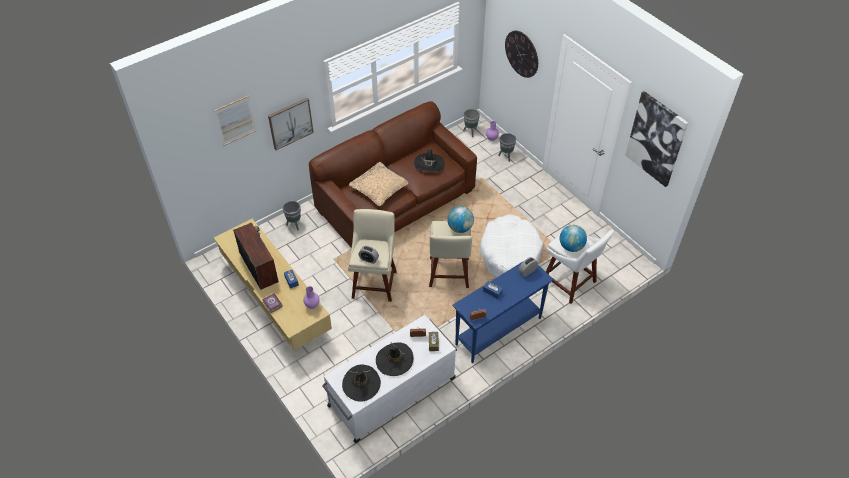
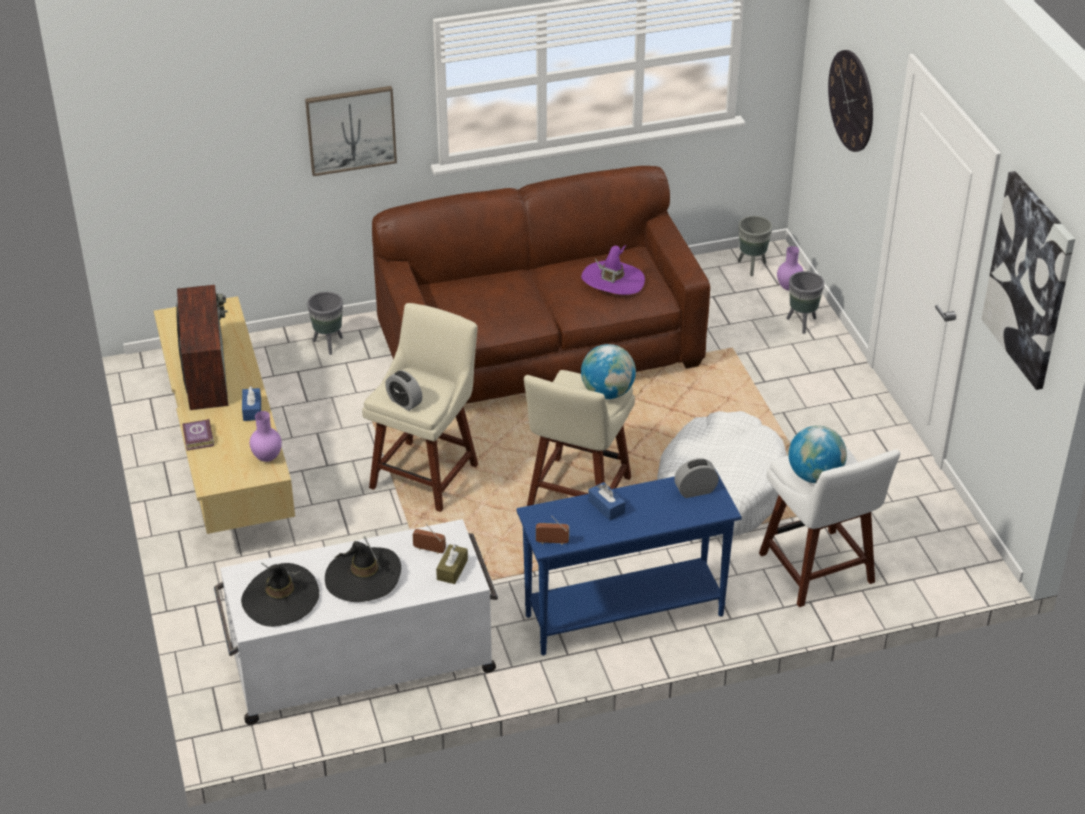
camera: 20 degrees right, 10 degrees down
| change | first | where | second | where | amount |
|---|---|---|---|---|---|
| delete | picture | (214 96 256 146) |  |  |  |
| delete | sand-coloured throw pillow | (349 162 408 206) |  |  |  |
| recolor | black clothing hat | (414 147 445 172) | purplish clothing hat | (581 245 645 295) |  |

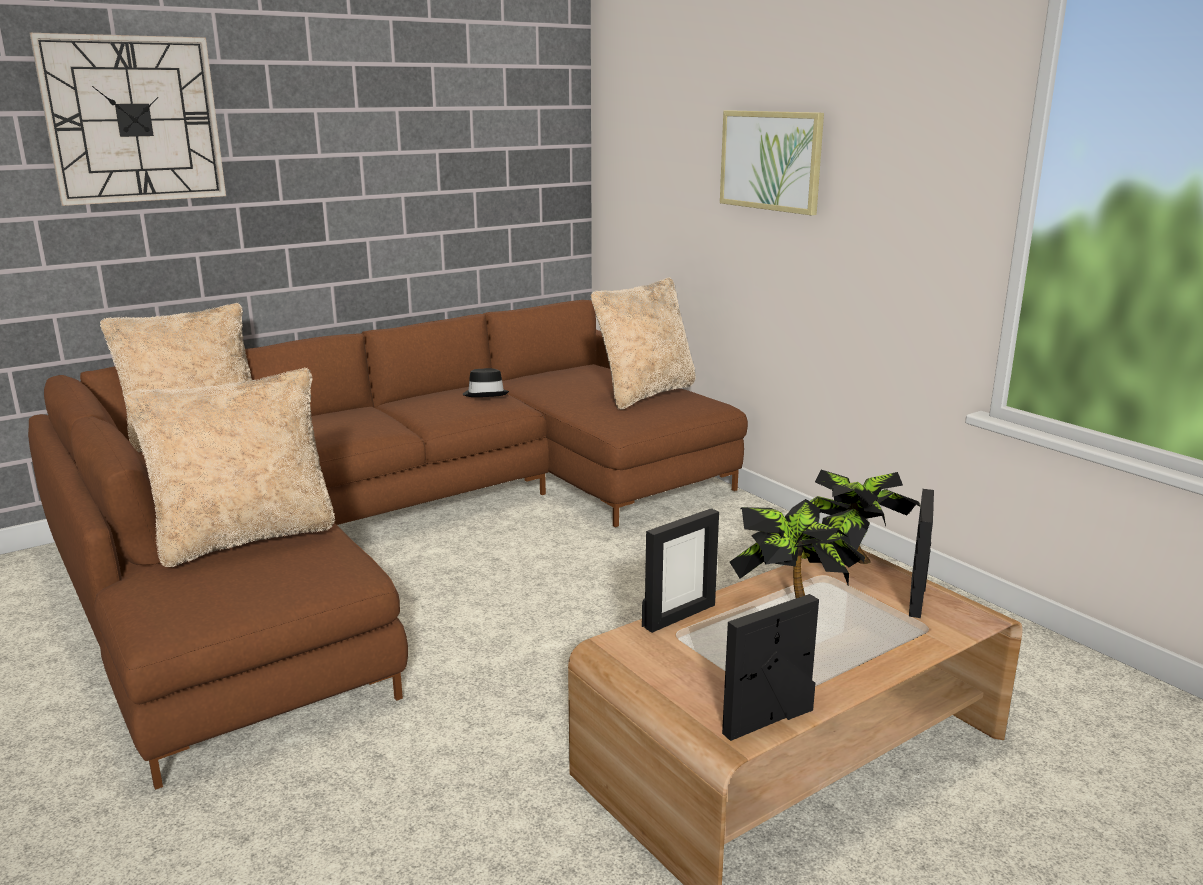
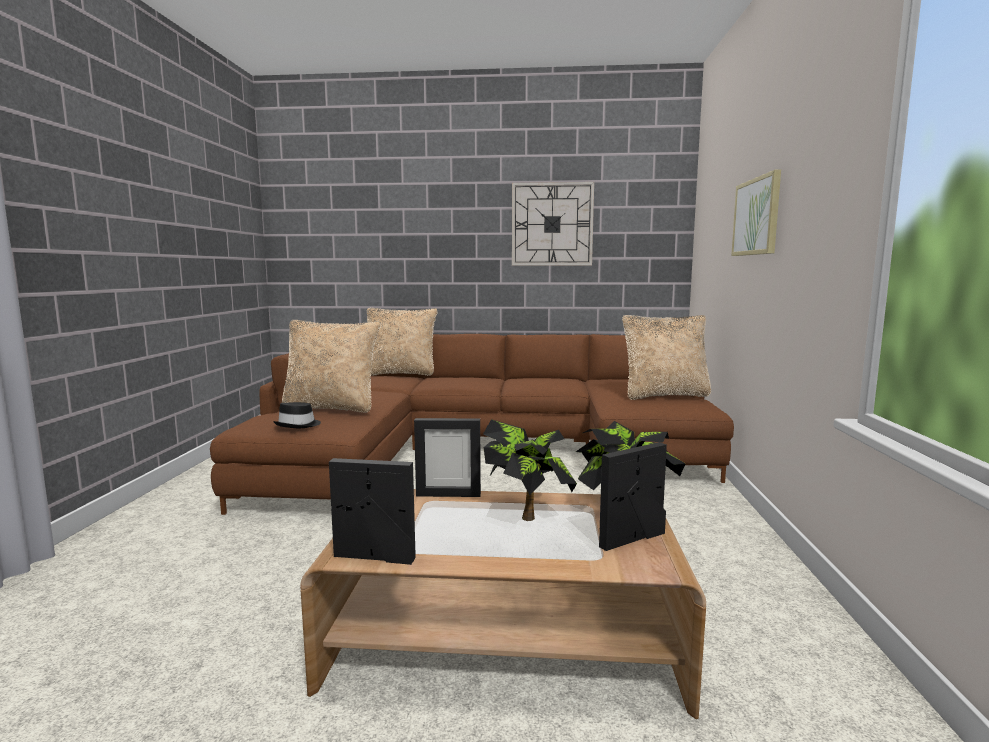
camera: 40 degrees right, 10 degrees down
| change | first | where | second | where | amount |
|---|---|---|---|---|---|
| move | wall clock | (29 33 226 206) |  | (512 182 594 266) |  |
| move | black clothing hat | (462 368 509 397) |  | (273 402 321 428) |  |

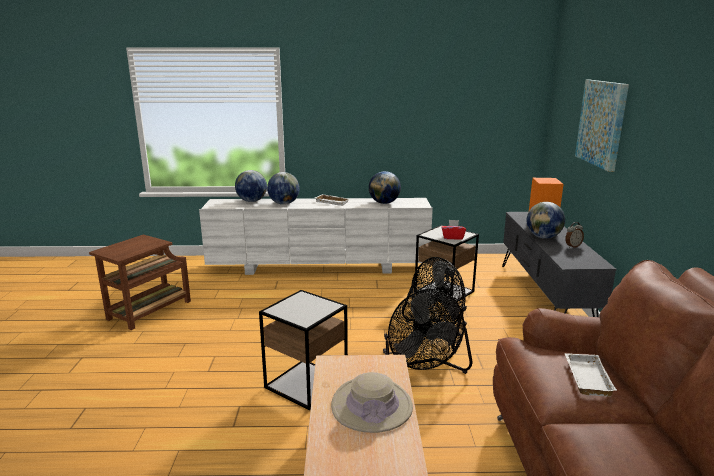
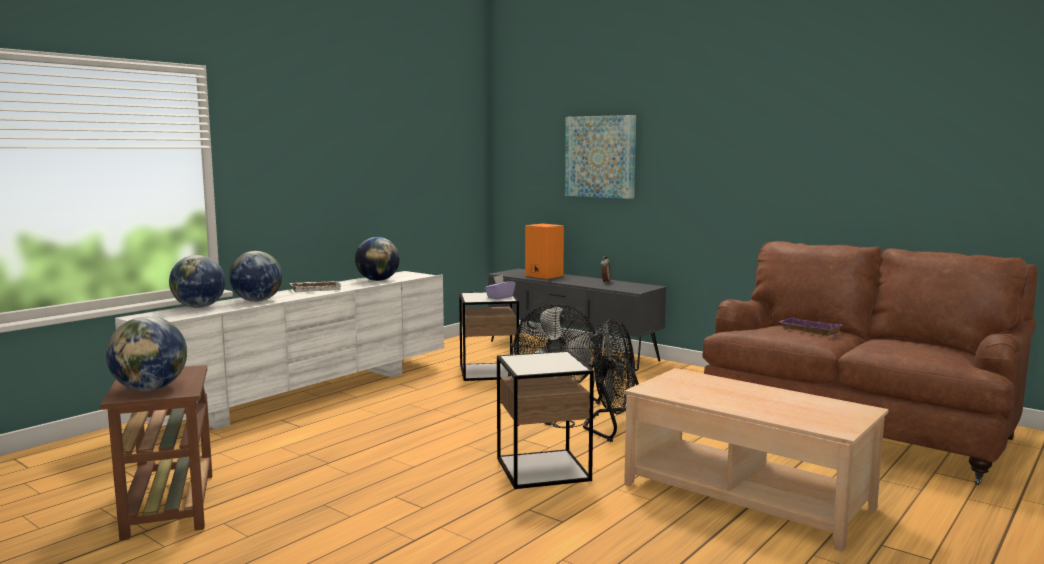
camera: 50 degrees left, 10 degrees down
| change | first | where | second | where | amount |
|---|---|---|---|---|---|
| delete | sand-coloured clothing hat | (331 372 413 433) |  |  |  |
| recolor | reddish tissue box | (442 220 466 240) | purplish tissue box | (485 275 516 299) |  |
| move | globe | (526 202 565 239) |  | (106 316 187 391) |  |
| recolor | white carrying tray | (565 353 617 397) | purplish carrying tray | (779 317 843 336) |  |

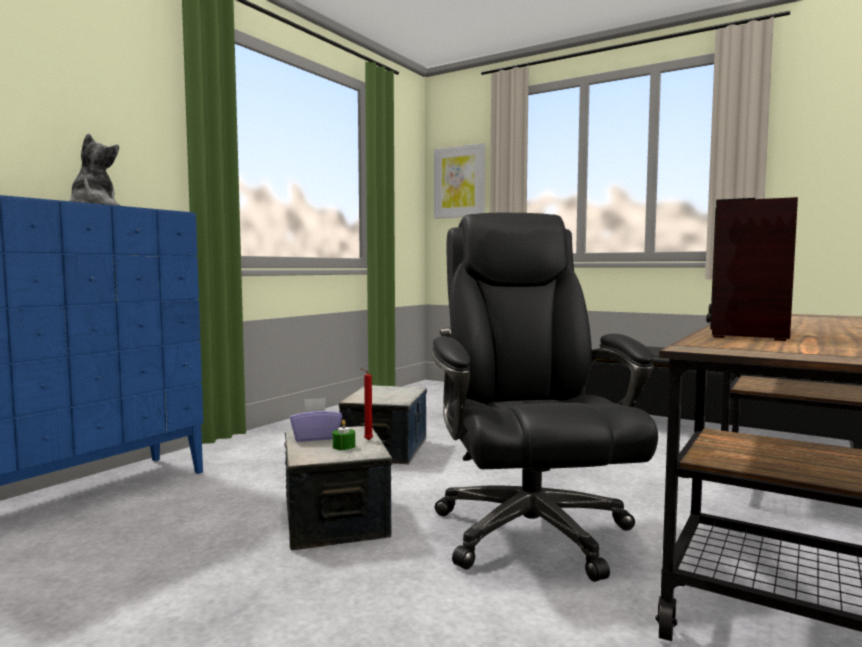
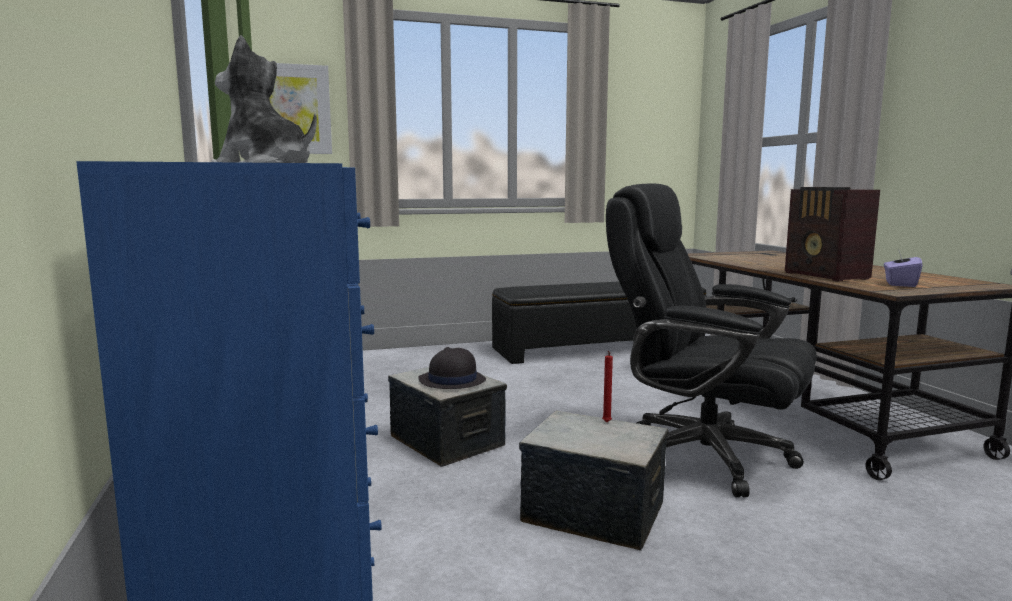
camera: 50 degrees left, 5 degrees up
| change | first | where | second | where | amount |
|---|---|---|---|---|---|
| move | purplish tissue box | (290 398 342 442) |  | (884 249 923 287) |  |
| delete | greenish candle | (332 420 355 450) |  |  |  |
| insert |  |  | black clothing hat | (418 347 486 389) |  |

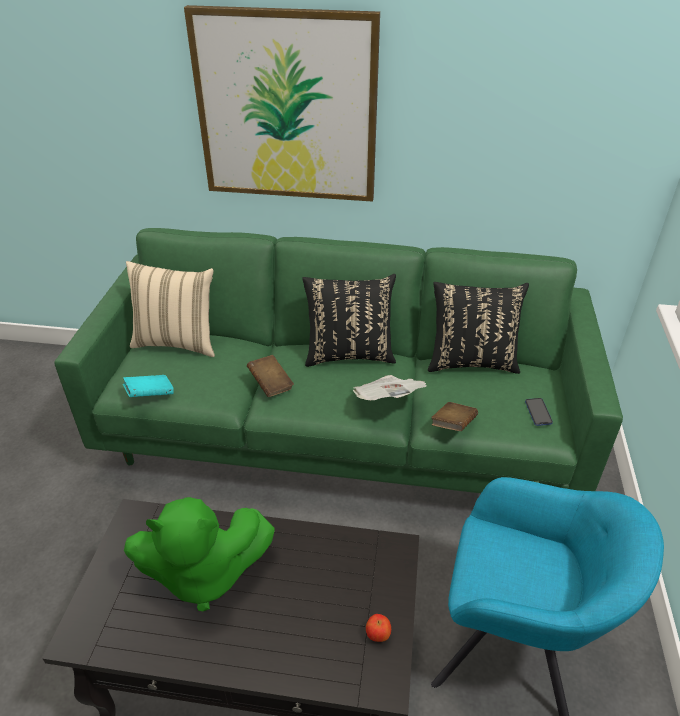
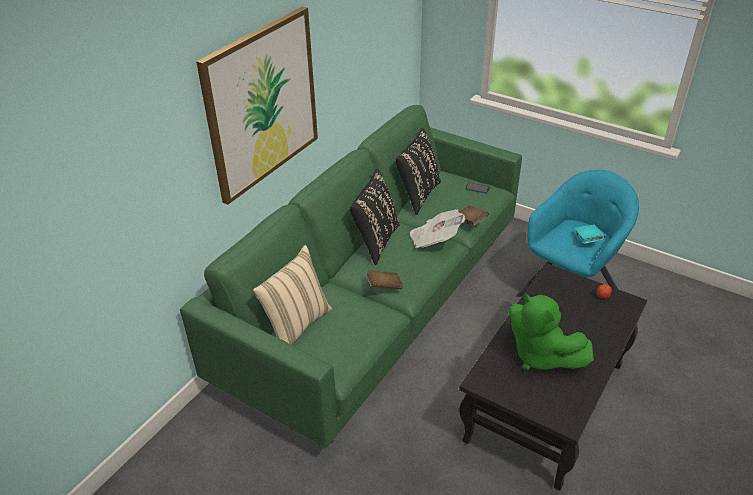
camera: 65 degrees left, 0 degrees up
| change | first | where | second | where | amount |
|---|---|---|---|---|---|
| move | turquoise-coloured volume | (123 375 174 397) |  | (575 225 605 244) |  |
| rotate | greenish cuddly toy | (124 497 275 611) |  | (509 293 594 370) | 120 degrees clockwise |

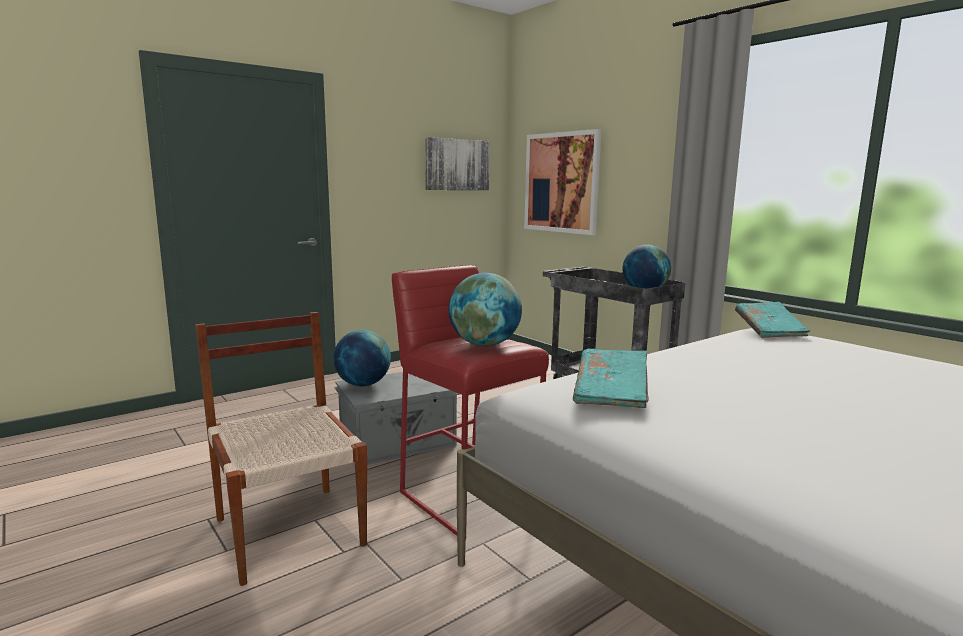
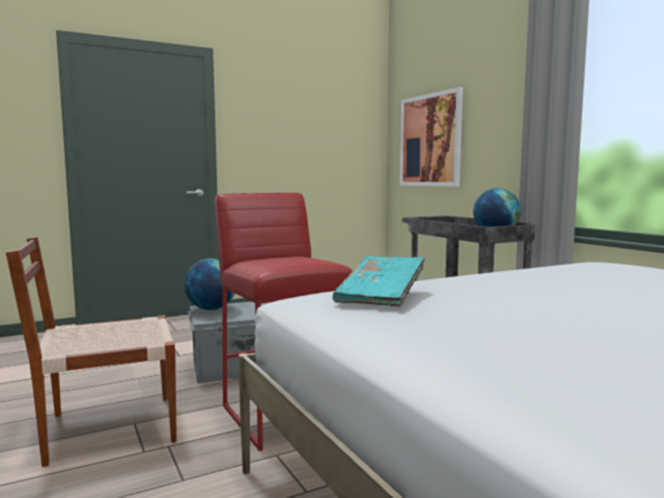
camera: 10 degrees right, 5 degrees down
| change | first | where | second | where | amount |
|---|---|---|---|---|---|
| rotate | upright chair | (195 312 367 586) |  | (6 237 177 467) | 90 degrees counterclockwise |
| delete | picture | (425 137 490 190) |  |  |  |
| delete | globe | (449 273 522 346) |  |  |  |
| delete | turquoise-coloured volume | (735 302 810 338) |  |  |  |

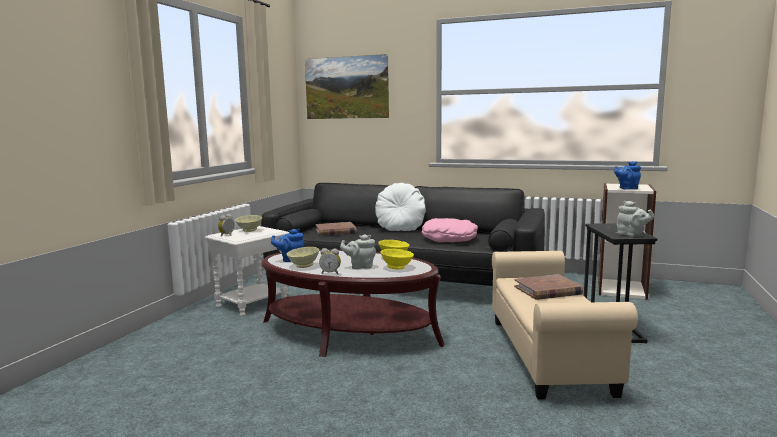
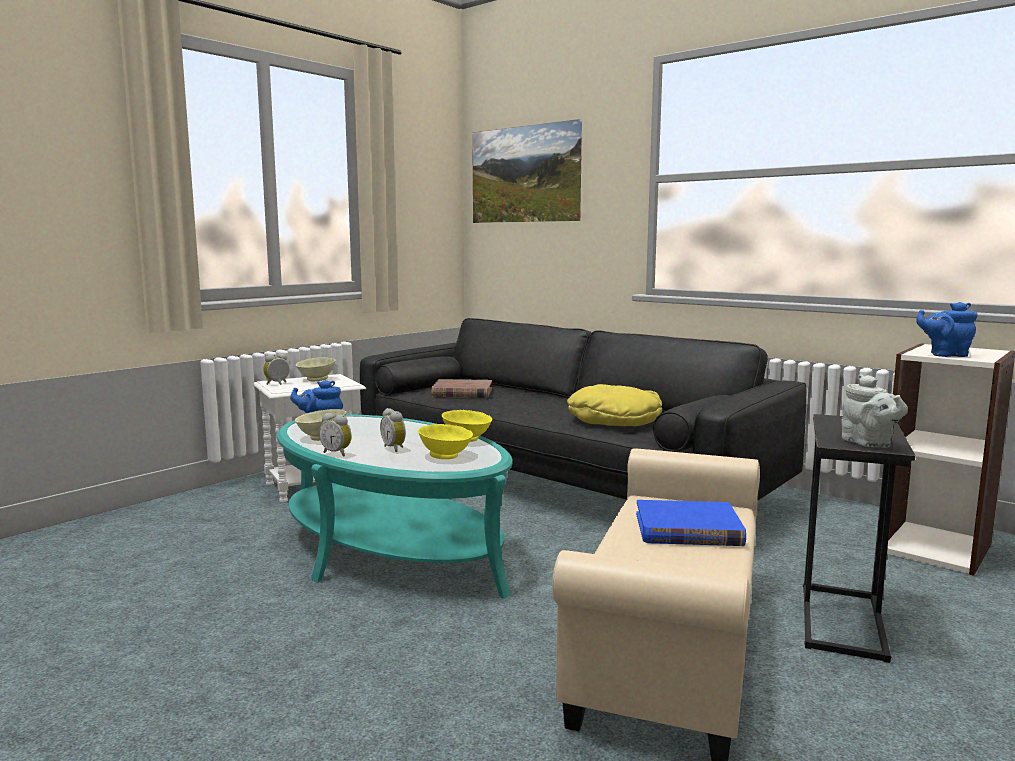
camera: 20 degrees right, 0 degrees up
| change | first | where | second | where | amount |
|---|---|---|---|---|---|
| recolor | brownish low table | (262 249 445 357) | turquoise-coloured low table | (277 414 512 599) |  |
| replace | grey teapot | (340 234 376 269) | bedside clock | (380 408 406 452) |  |
| delete | white throw pillow | (375 183 426 231) |  |  |  |
| recolor | pink throw pillow | (422 218 478 242) | yellow-coloured throw pillow | (567 384 662 426) |  |
| recolor | brownish volume | (514 274 584 300) | blue volume | (636 500 746 546) |  |

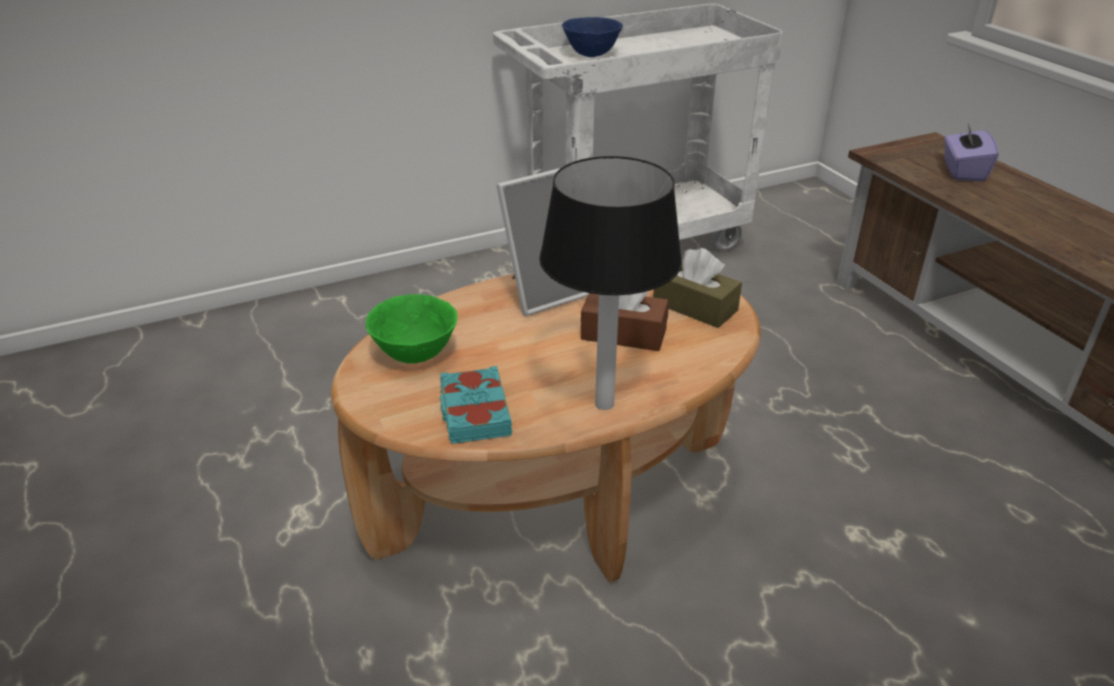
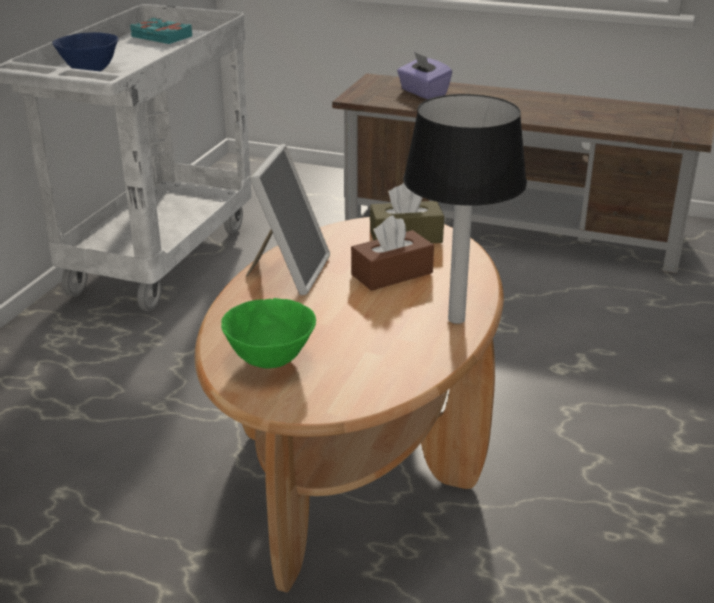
camera: 45 degrees left, 5 degrees down
| change | first | where | second | where | amount |
|---|---|---|---|---|---|
| move | turquoise-coloured volume | (440 366 512 444) |  | (130 18 192 44) |  |

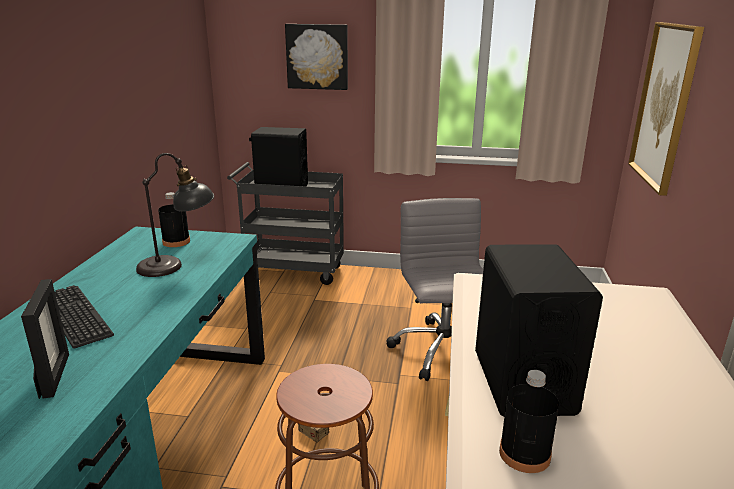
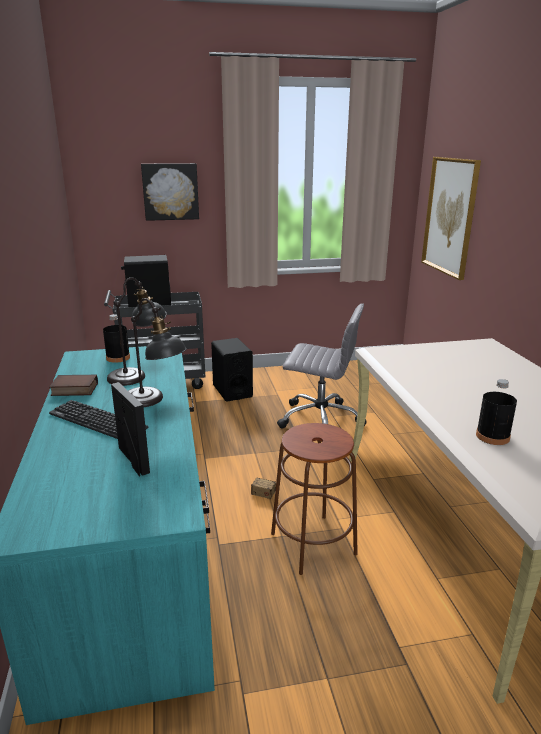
camera: 20 degrees left, 0 degrees up
| change | first | where | second | where | amount |
|---|---|---|---|---|---|
| rotate | grey computer chair | (386 198 483 381) |  | (277 304 367 429) | 135 degrees clockwise |
| move | black audio speaker | (475 244 603 417) |  | (211 338 253 402) |  |
| insert |  |  | volume | (49 375 98 396) |  |
| insert |  |  | grey table lamp | (128 298 186 408) |  |

